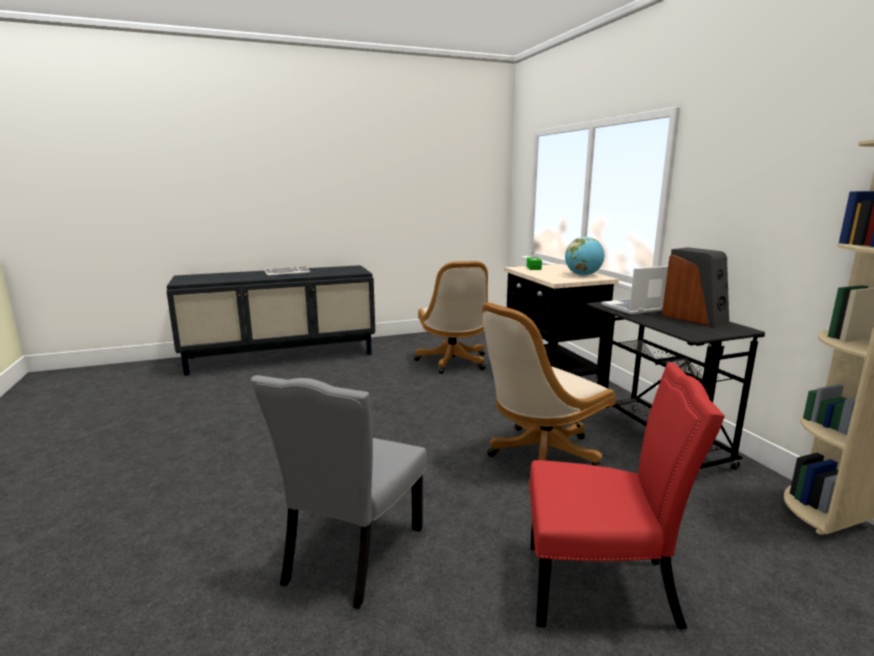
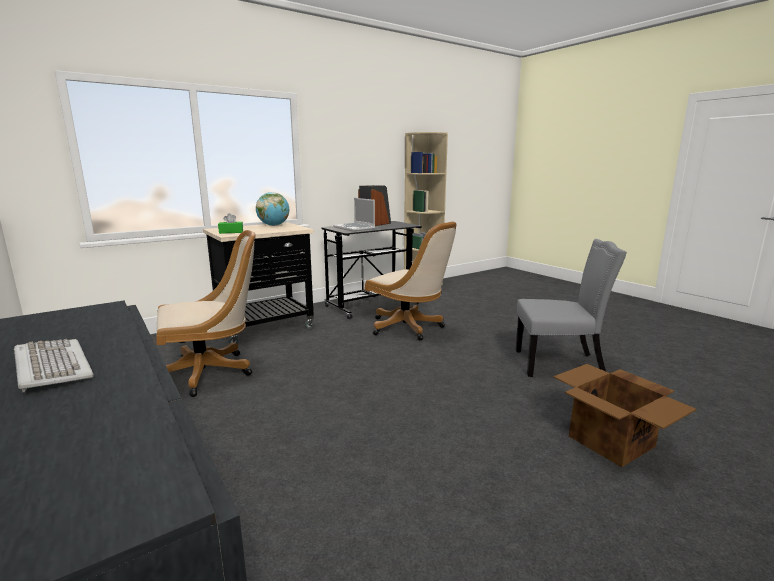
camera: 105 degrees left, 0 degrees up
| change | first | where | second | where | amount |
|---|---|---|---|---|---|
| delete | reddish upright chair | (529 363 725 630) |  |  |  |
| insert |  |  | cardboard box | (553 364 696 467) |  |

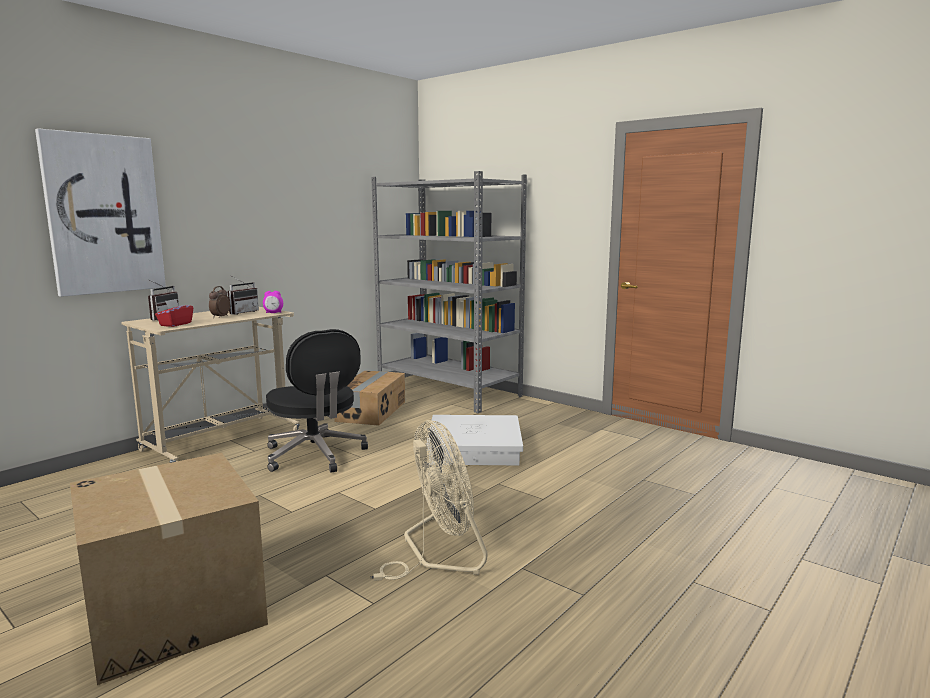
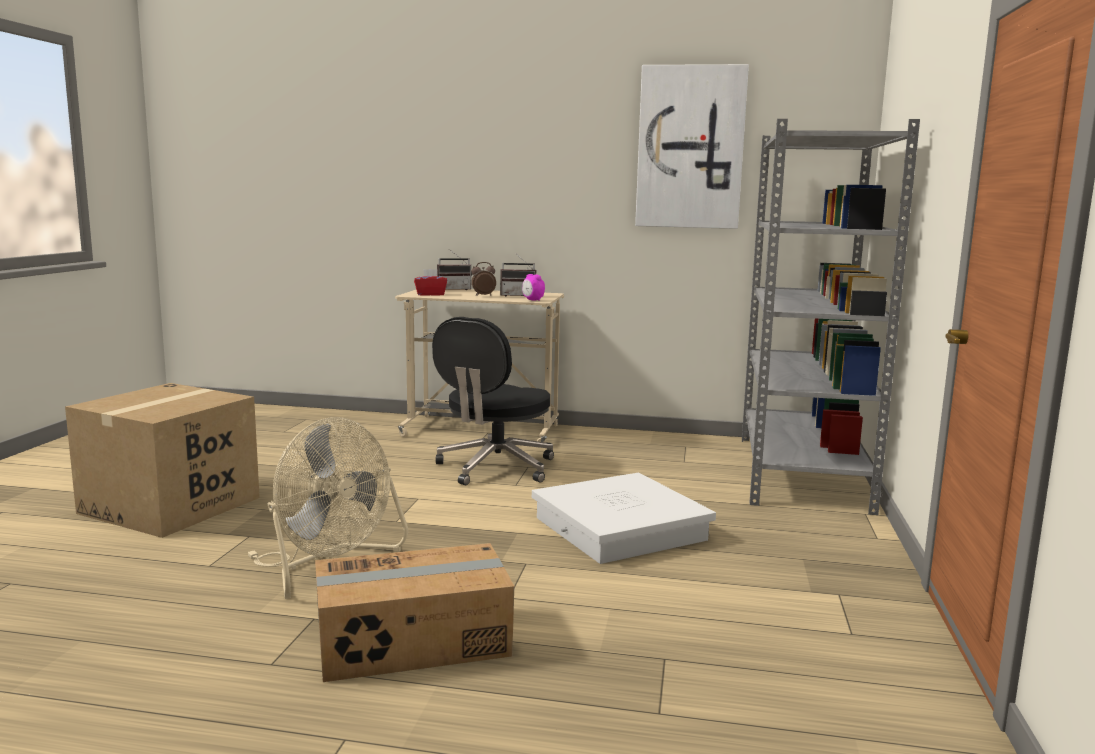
camera: 60 degrees right, 0 degrees up
| change | first | where | second | where | amount |
|---|---|---|---|---|---|
| move | picture | (35 128 166 297) |  | (635 64 749 229) |  |
| move | cardboard box | (334 371 405 426) |  | (315 543 514 682) |  |

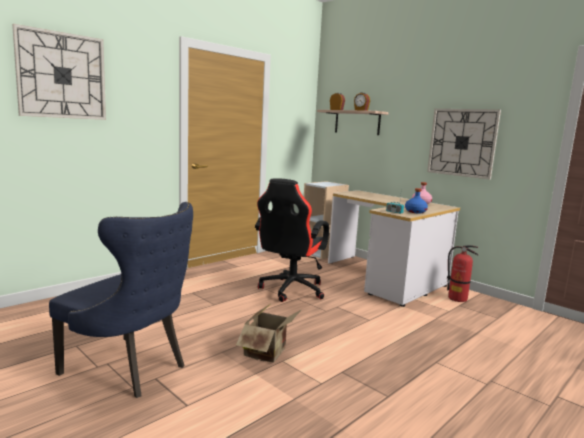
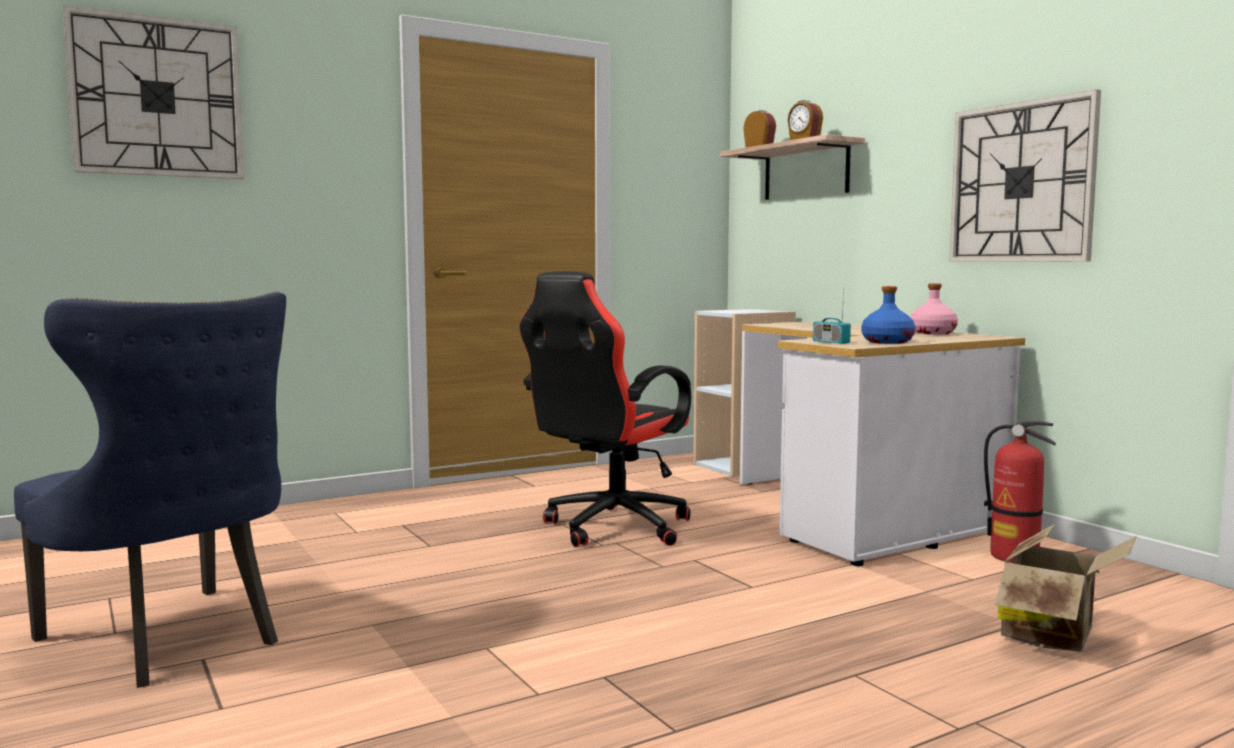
camera: 15 degrees right, 5 degrees down
| change | first | where | second | where | amount |
|---|---|---|---|---|---|
| move | cardboard box | (236 304 302 363) |  | (995 523 1137 652) |  |

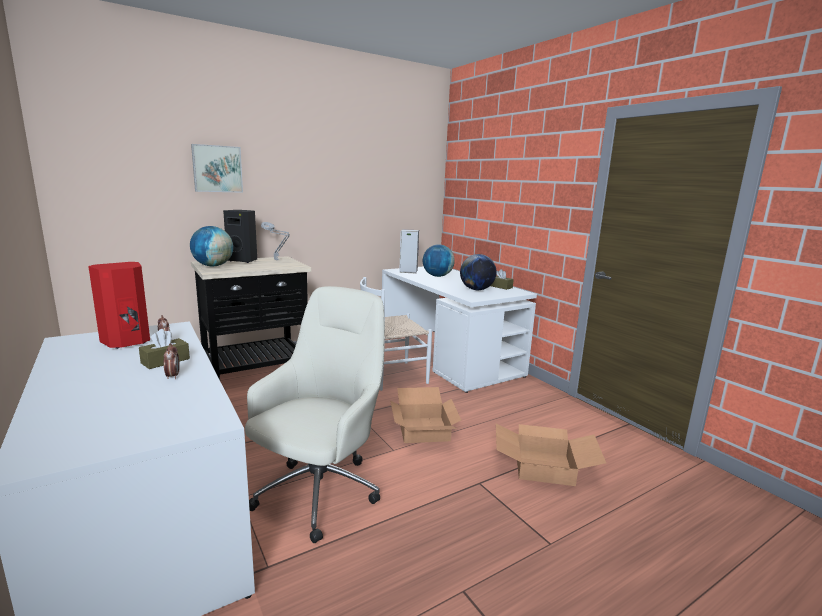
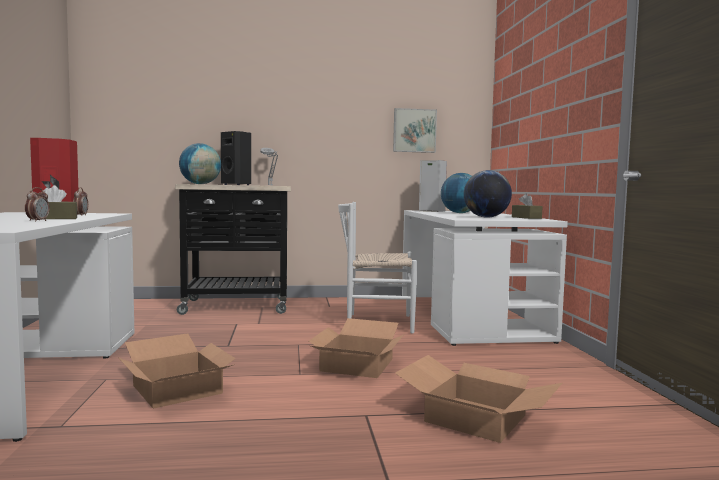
camera: 25 degrees right, 10 degrees down
| change | first | where | second | where | amount |
|---|---|---|---|---|---|
| move | picture | (191 144 243 193) |  | (393 108 437 153) |  |
| replace | sand-coloured computer chair | (245 286 385 543) | cardboard box | (118 333 236 409) |  |

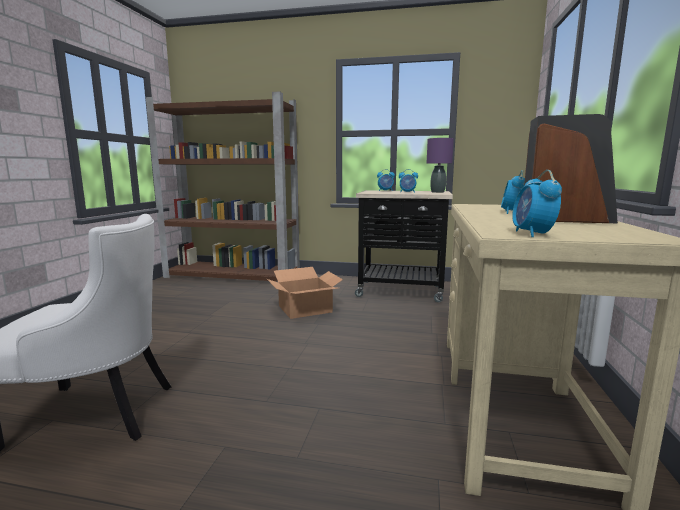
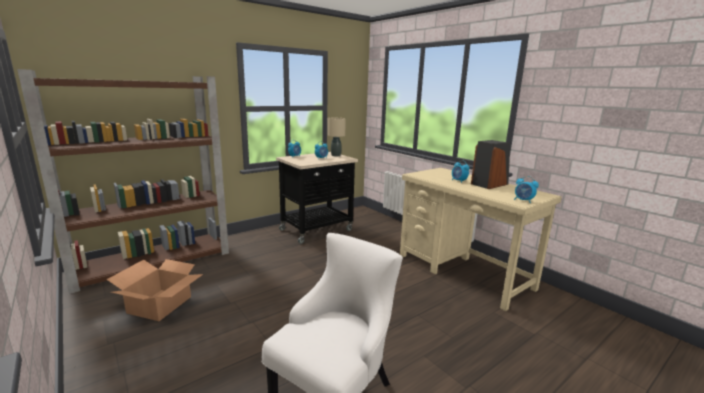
camera: 50 degrees left, 5 degrees up
| change | first | where | second | where | amount |
|---|---|---|---|---|---|
| move | cardboard box | (267 267 343 319) |  | (106 259 203 321) |  |
| recolor | purplish table lamp | (427 138 454 193) | sand-coloured table lamp | (327 118 346 156) |  |

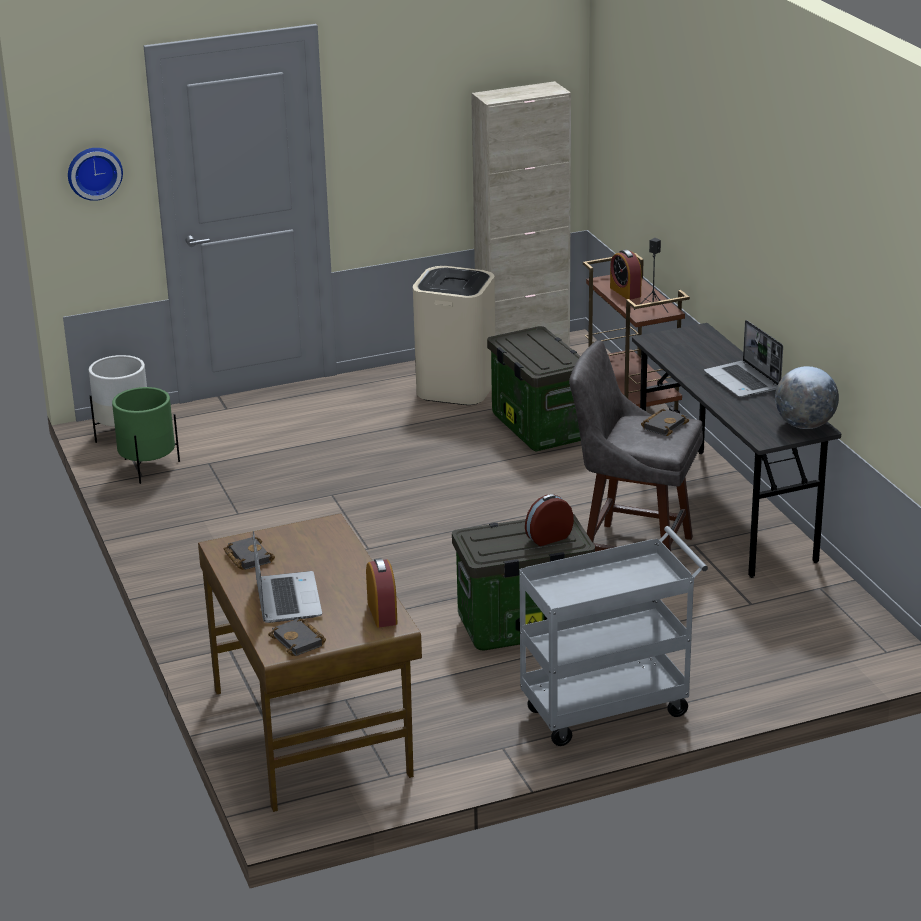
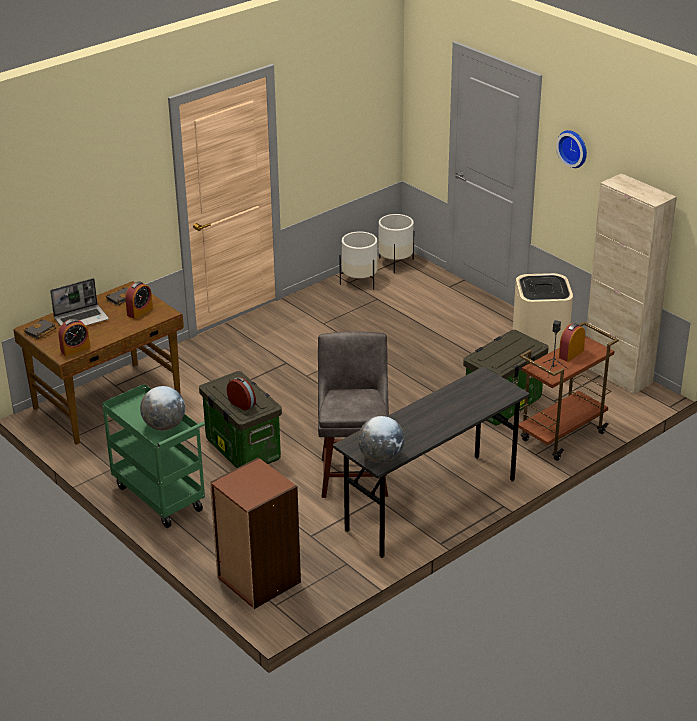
camera: 70 degrees right, 5 degrees up
| change | first | where | second | where | amount |
|---|---|---|---|---|---|
| move | wall clock | (68 148 123 201) |  | (556 130 587 168) |  |
| recolor | greenish flower pot | (112 387 180 484) | white flower pot | (339 232 378 290) |  |
| recolor | grey cart | (519 526 708 746) | greenish cart | (102 384 205 528) |  |
| delete | black volume | (641 409 689 436) |  |  |  |
| delete | notebook computer | (704 320 783 397) |  |  |  |
| insert |  |  | bedside clock | (125 281 153 319) |  |
| insert |  |  | globe | (140 386 185 431) |  |
| insert |  |  | brownish shelving unit | (210 457 301 609) |  |

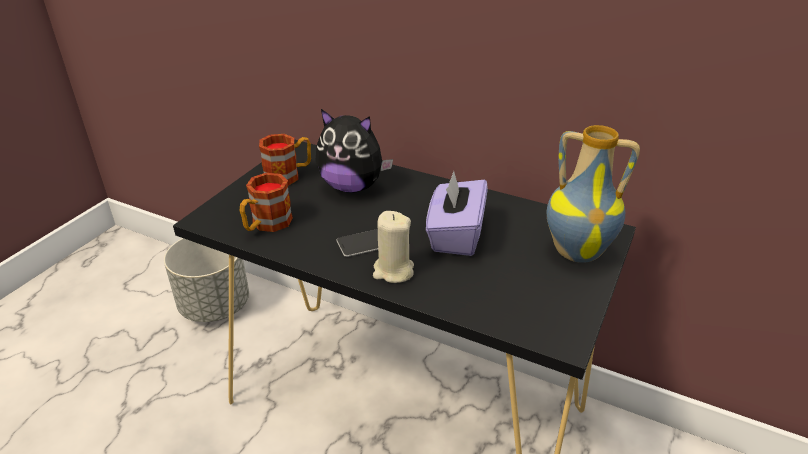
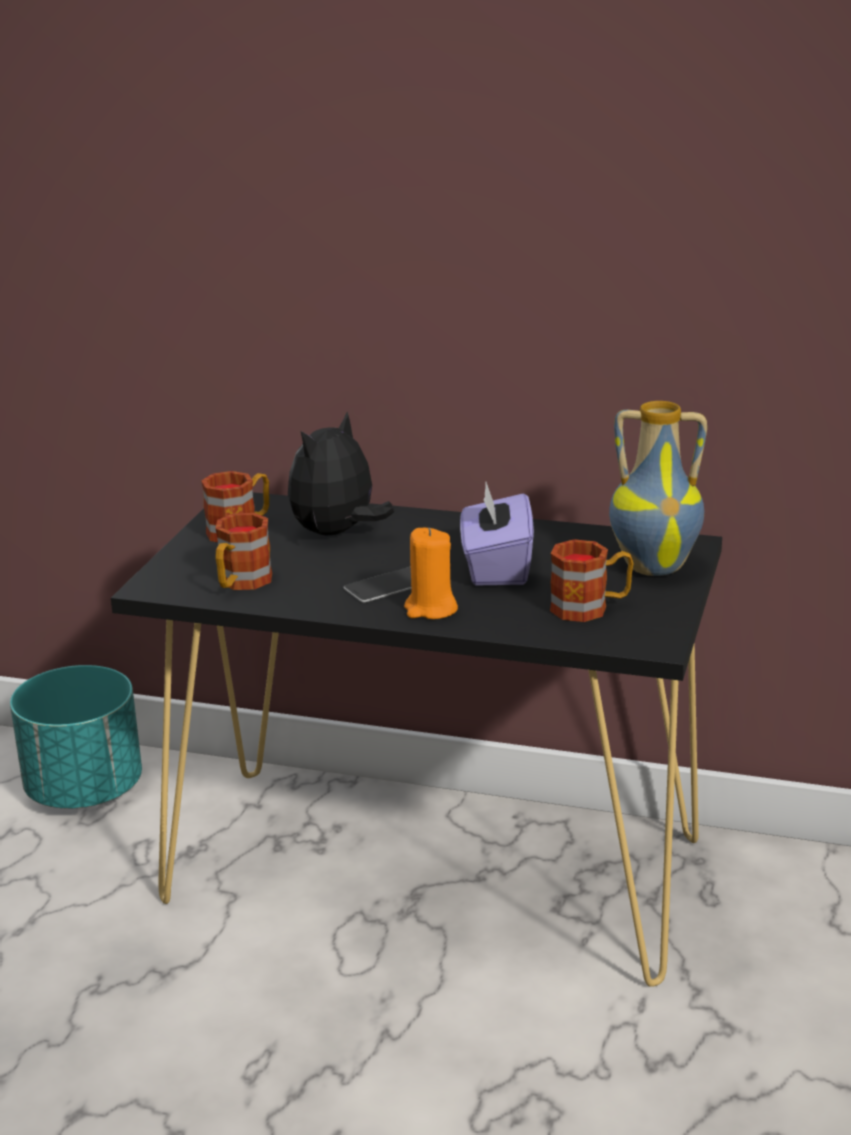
camera: 10 degrees left, 10 degrees down
| change | first | where | second | where | amount |
|---|---|---|---|---|---|
| recolor | grey flower pot | (164 238 249 322) | turquoise-coloured flower pot | (10 665 142 808) |  |
| rotate | cuddly toy | (315 109 393 193) |  | (288 412 395 535) | 120 degrees clockwise |
| recolor | sand-coloured candle | (373 211 414 283) | orange-coloured candle | (404 528 458 619) |  |
| insert |  |  | tea mug | (550 539 633 622) |  |

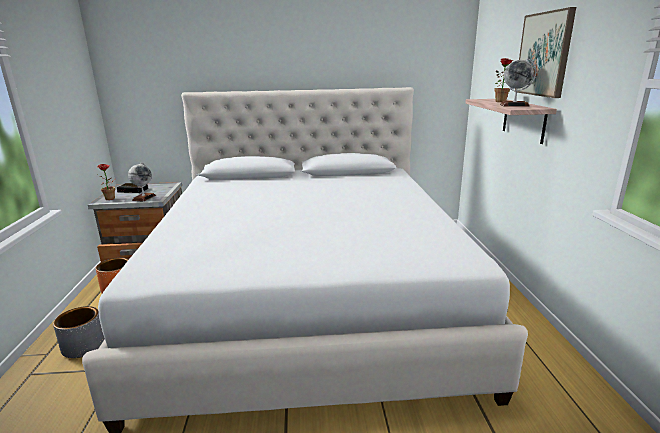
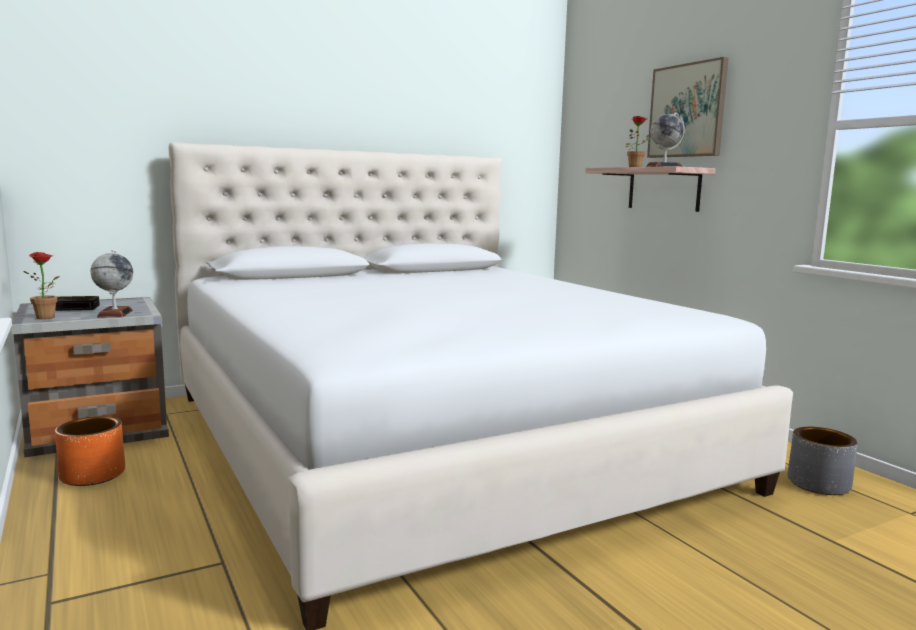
camera: 25 degrees left, 10 degrees down
| change | first | where | second | where | amount |
|---|---|---|---|---|---|
| move | grey flower pot | (53 306 105 358) |  | (788 427 858 495) |  |

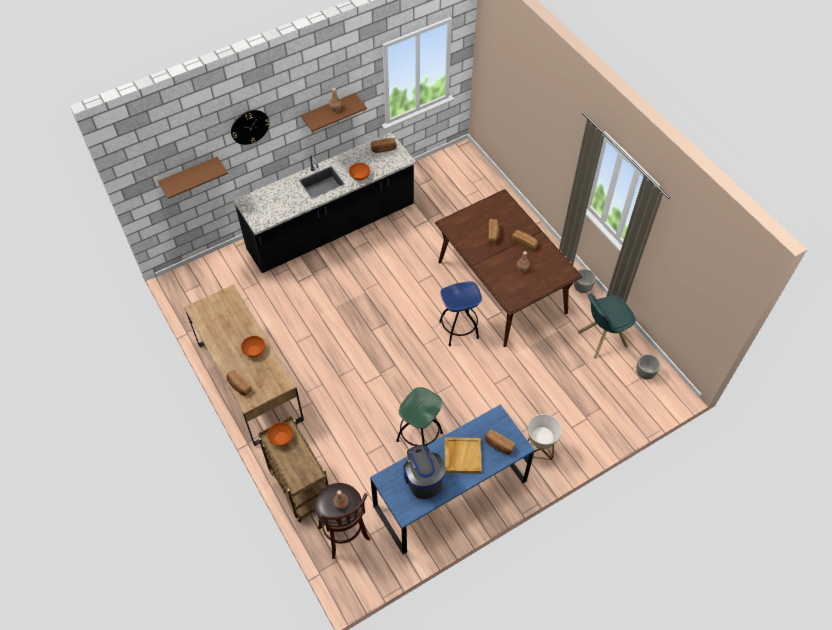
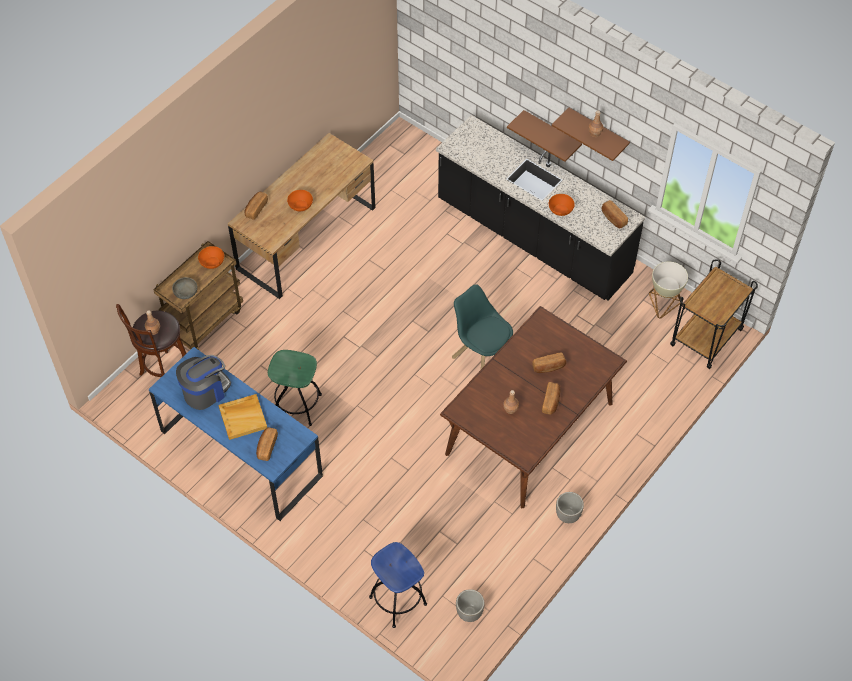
camera: 70 degrees right, 0 degrees up
| change | first | where | second | where | amount |
|---|---|---|---|---|---|
| move | brownish bracket shelf | (158 157 228 199) |  | (507 110 582 162) |  |
| delete | wall clock | (231 110 270 145) |  |  |  |
| move | blue stool seat | (439 281 482 346) |  | (369 542 427 628) |  |
| move | flower pot | (528 414 562 460) |  | (649 262 688 318) |  |
| move | turquoise-coloured upright chair | (578 294 636 359) |  | (452 284 513 369) |  |
| insert |  |  | grey deep dish | (172 277 198 299) |  |
| insert |  |  | brownish cart | (670 259 758 369) |  |

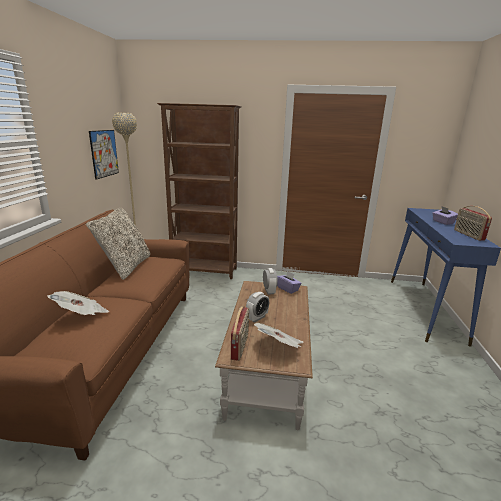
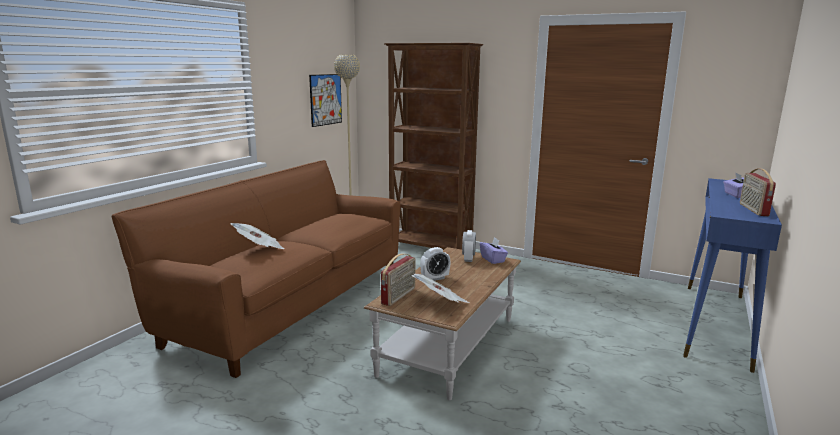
camera: 20 degrees right, 5 degrees down
| change | first | where | second | where | amount |
|---|---|---|---|---|---|
| delete | sand-coloured throw pillow | (86 207 150 280) |  |  |  |

